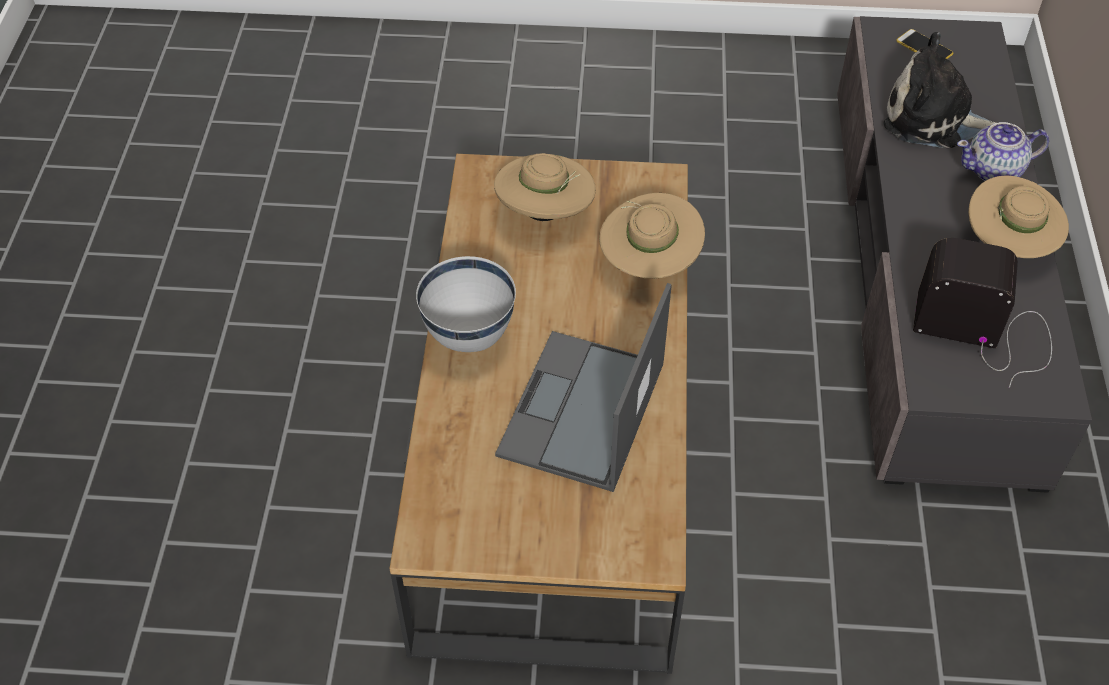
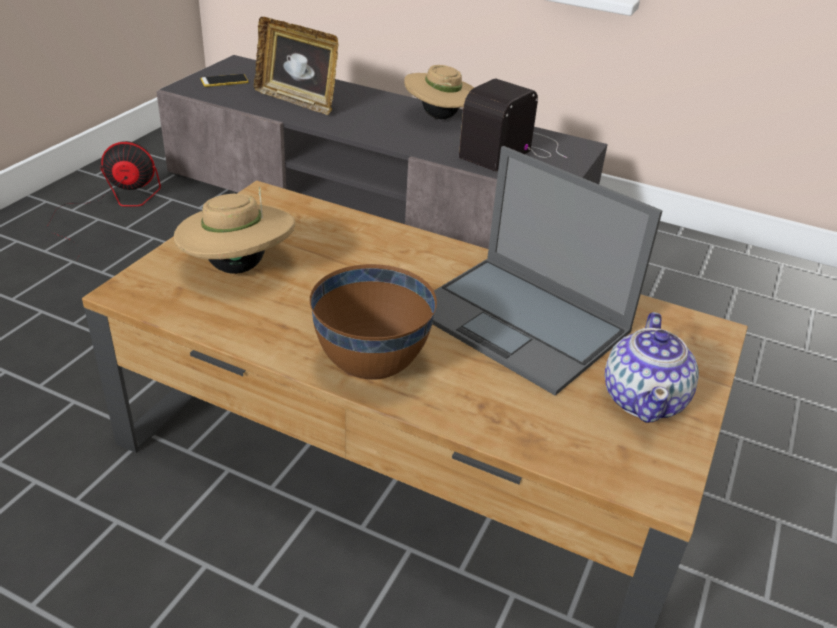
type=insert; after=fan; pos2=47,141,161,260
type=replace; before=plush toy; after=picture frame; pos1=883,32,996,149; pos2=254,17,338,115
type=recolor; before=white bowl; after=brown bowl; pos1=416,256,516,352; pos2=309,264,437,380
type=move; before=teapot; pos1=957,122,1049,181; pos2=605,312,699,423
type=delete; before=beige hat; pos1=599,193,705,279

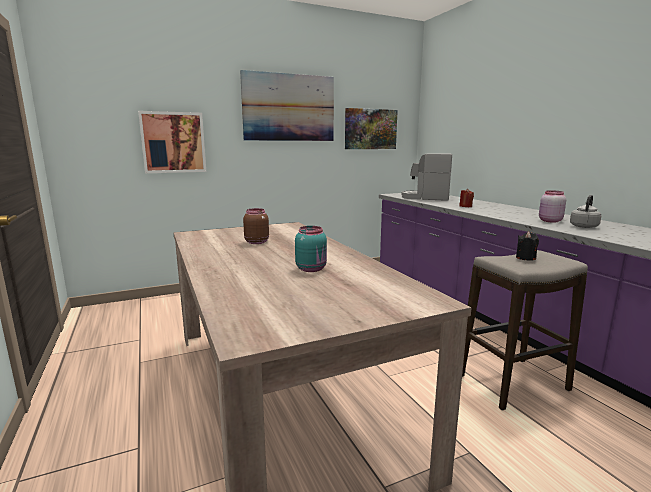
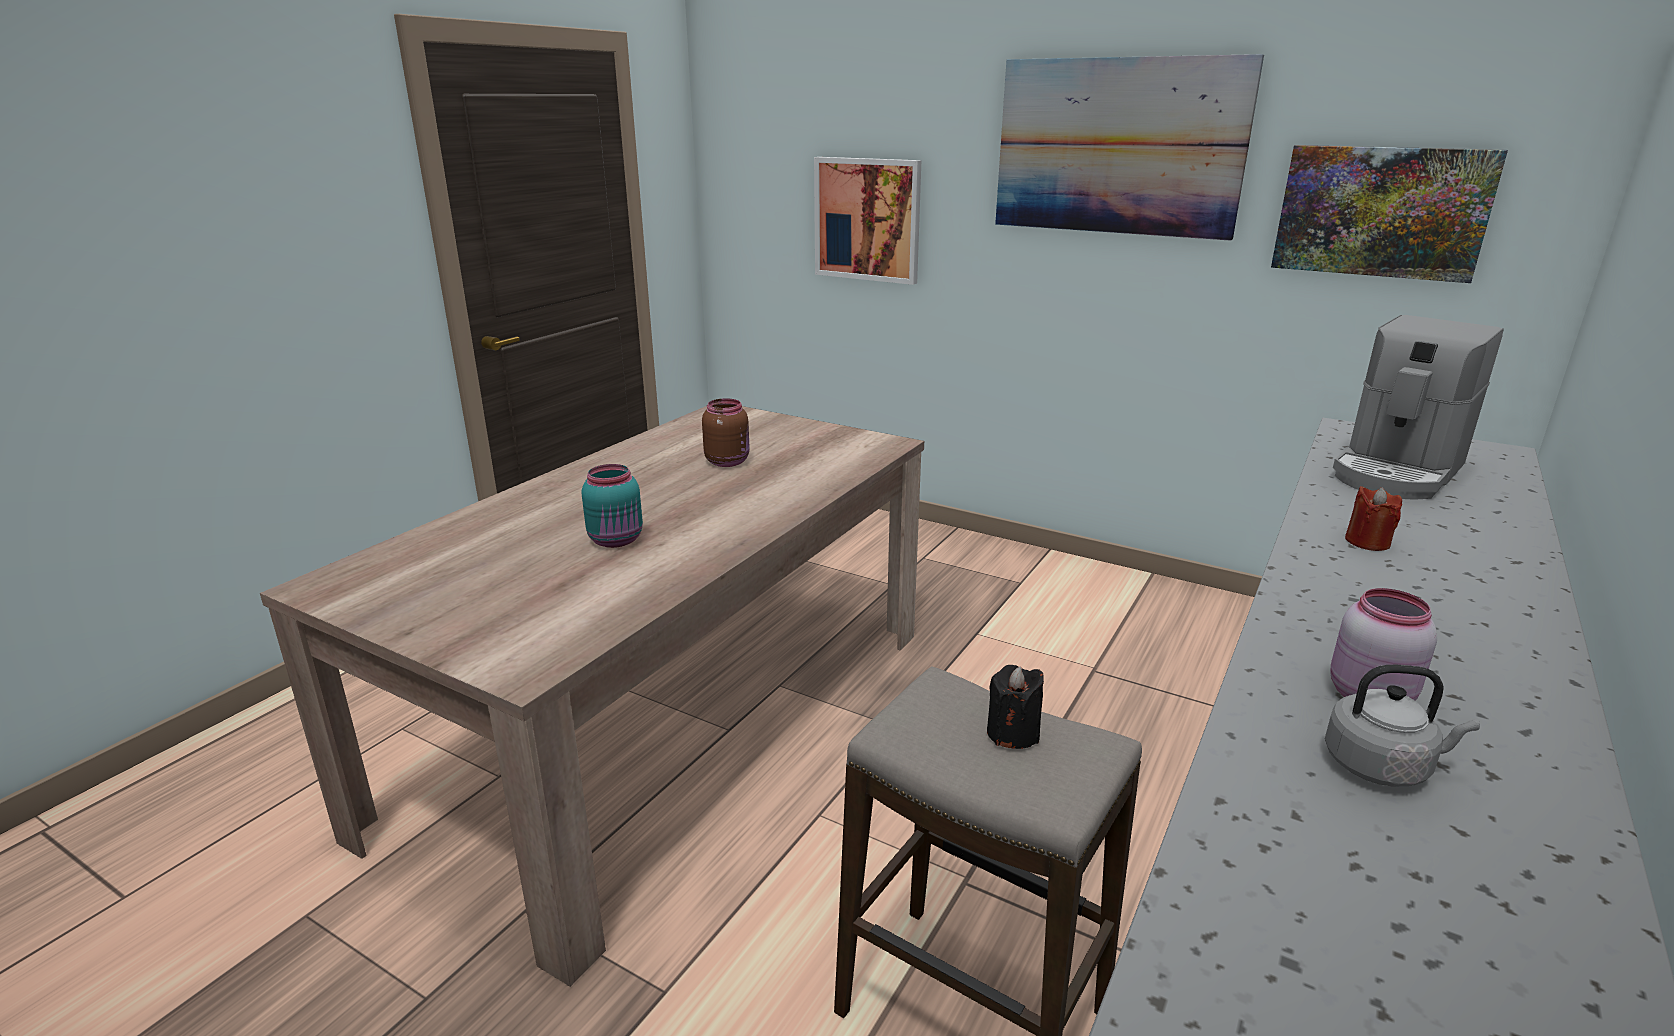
type=rotate; before=coffee machine; pos1=401,153,452,201; pos2=1333,315,1504,500; turn=-120

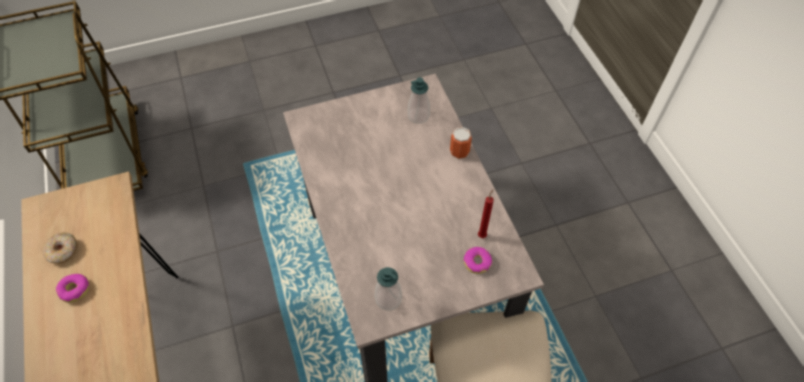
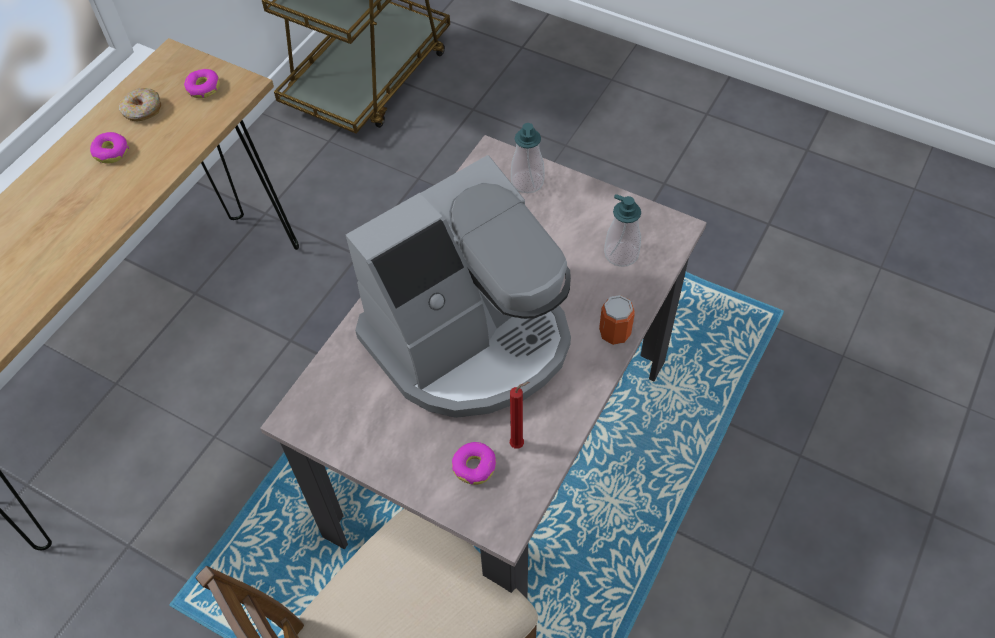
type=insert; after=donut; pos2=184,69,220,98
type=insert; after=coffee machine; pos2=346,155,571,418
type=move; before=soap dispenser; pos1=375,267,402,311; pos2=511,123,544,193

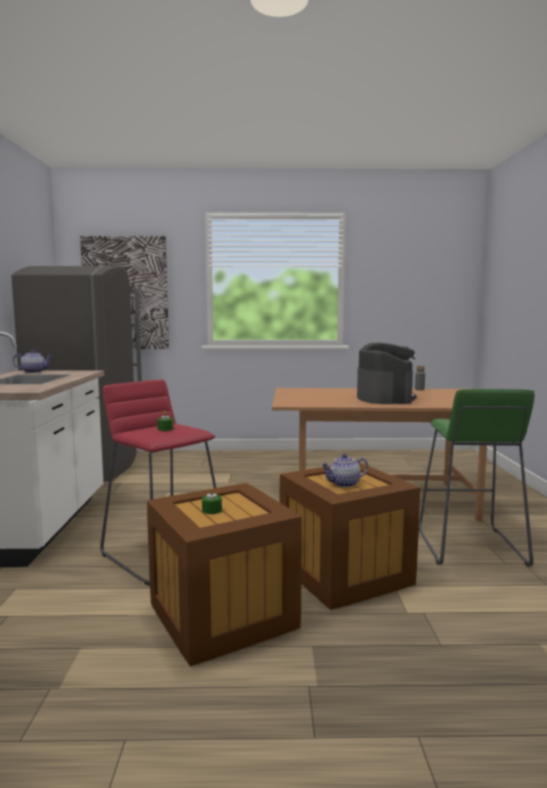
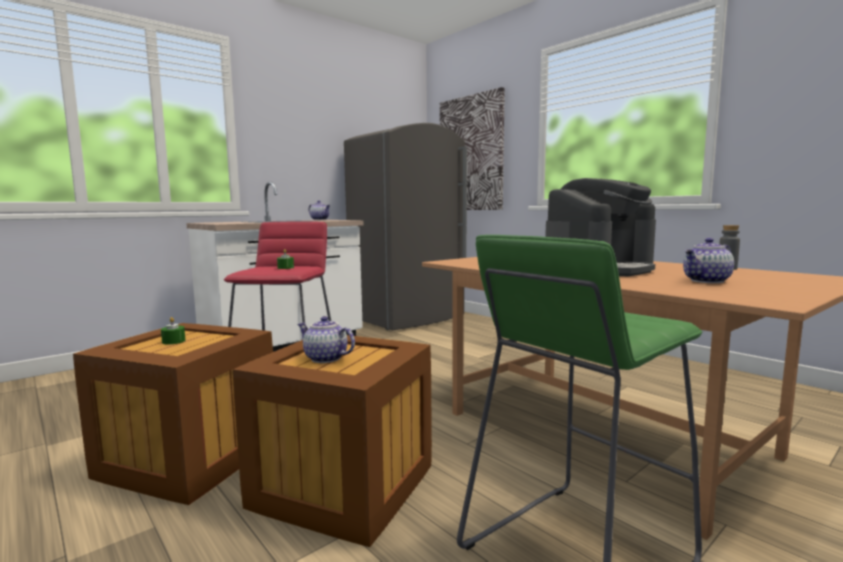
type=insert; after=teapot; pos2=683,238,734,283

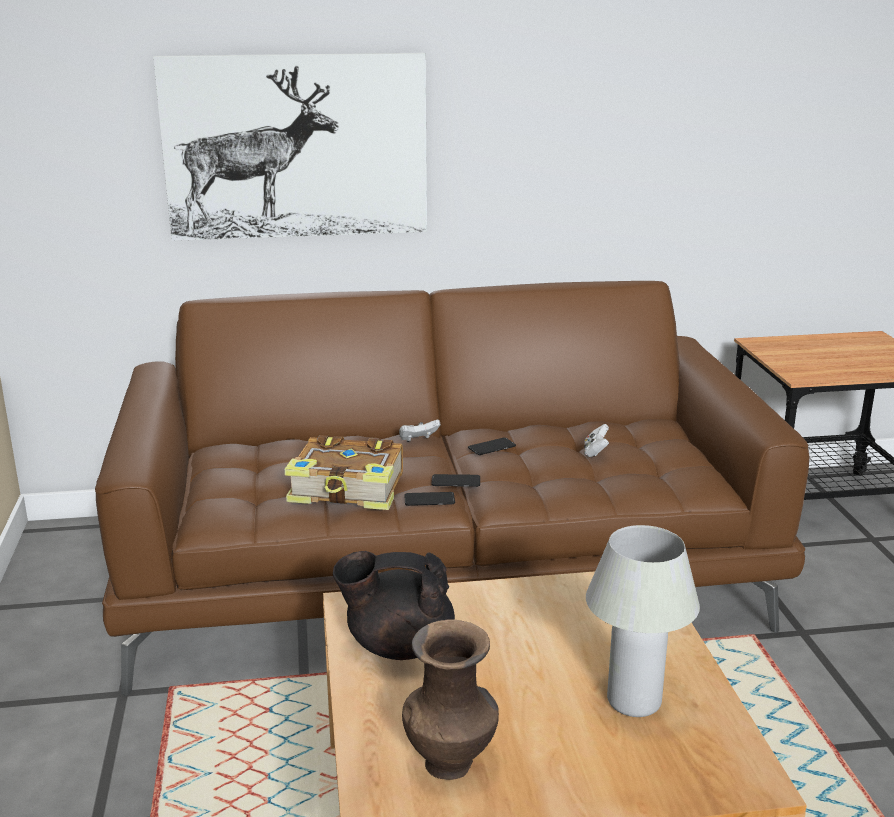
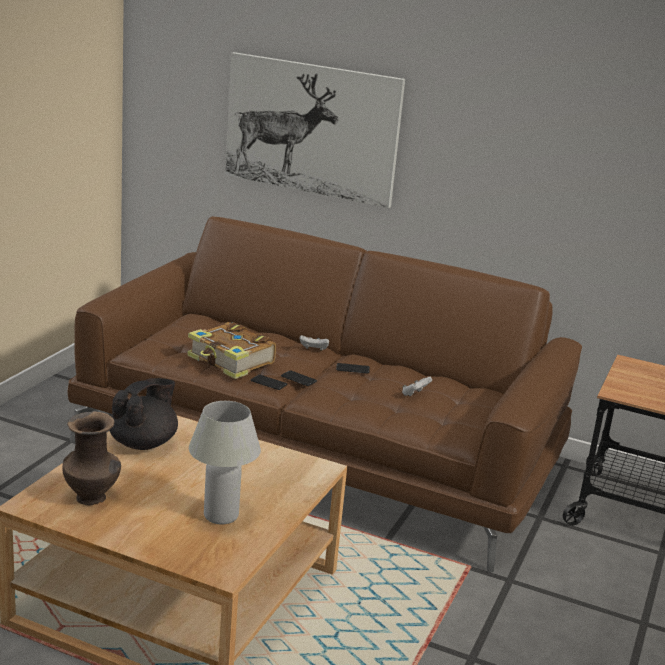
type=rotate; before=black teapot; pos1=333,551,455,660; pos2=109,378,178,450; turn=90

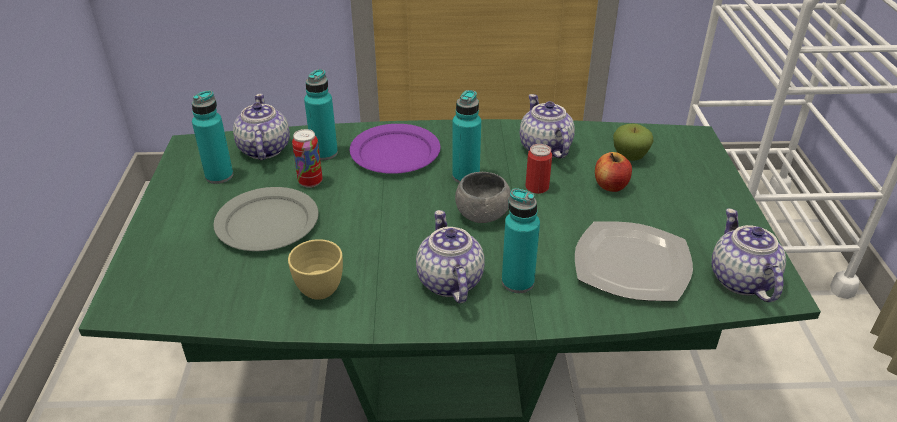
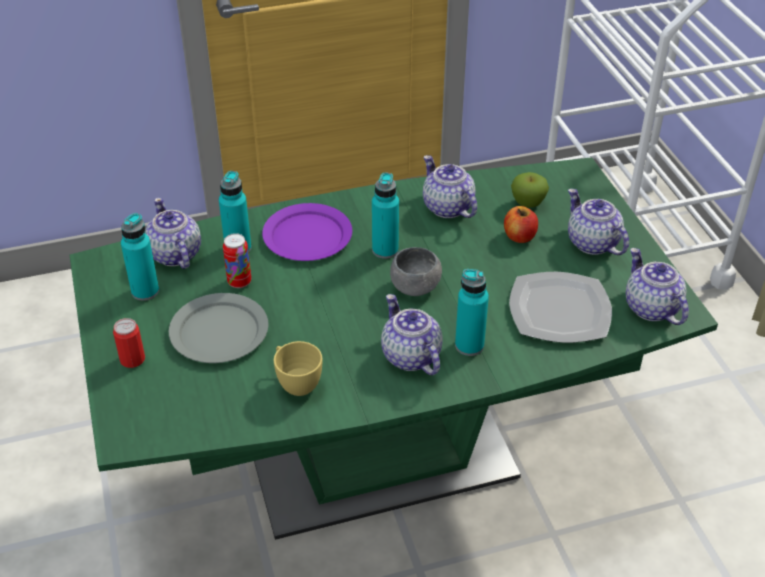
type=move; before=can; pos1=525,144,552,194; pos2=113,318,145,368
type=insert; after=teapot; pos2=568,189,629,255

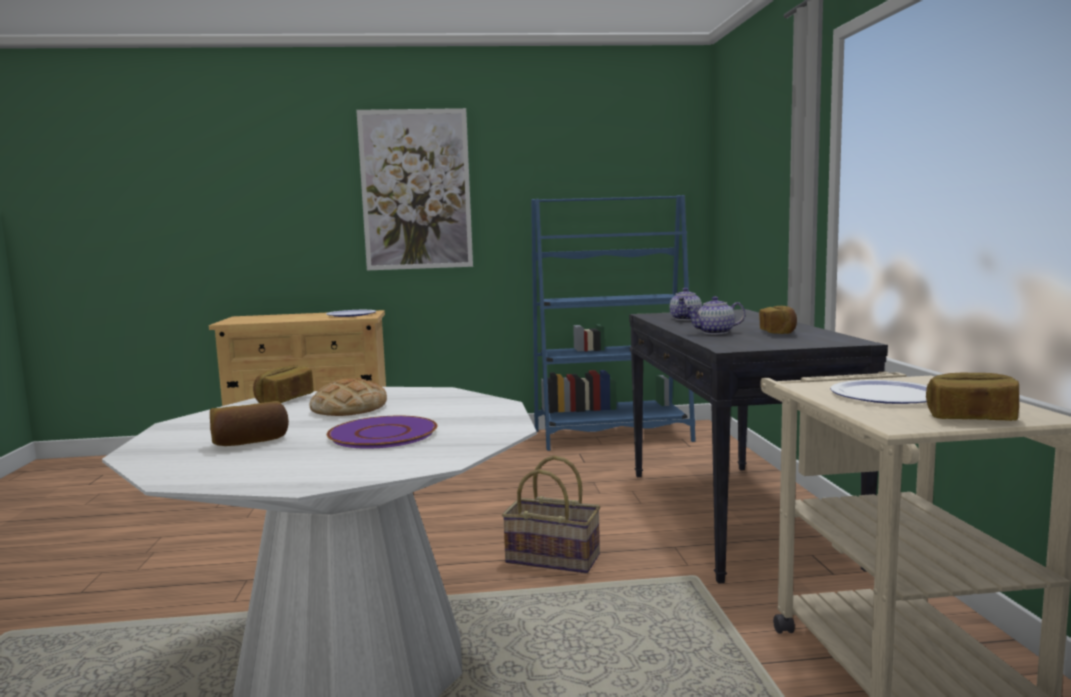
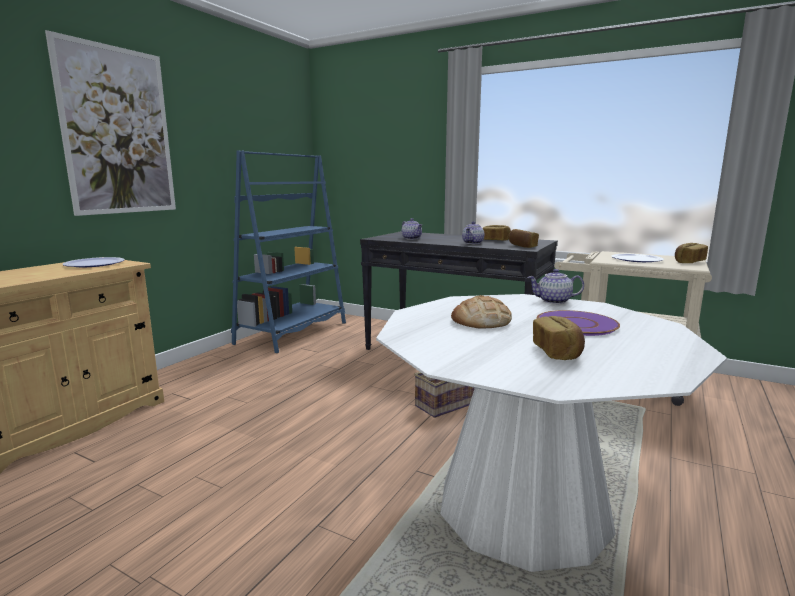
type=move; before=bread; pos1=253,366,314,403; pos2=509,229,539,248
type=insert; after=teapot; pos2=527,269,584,304

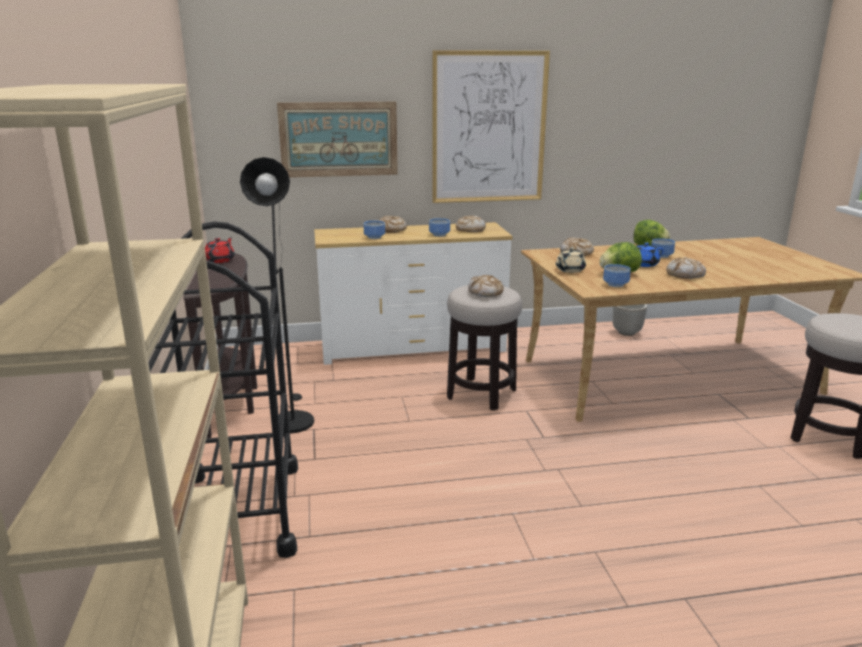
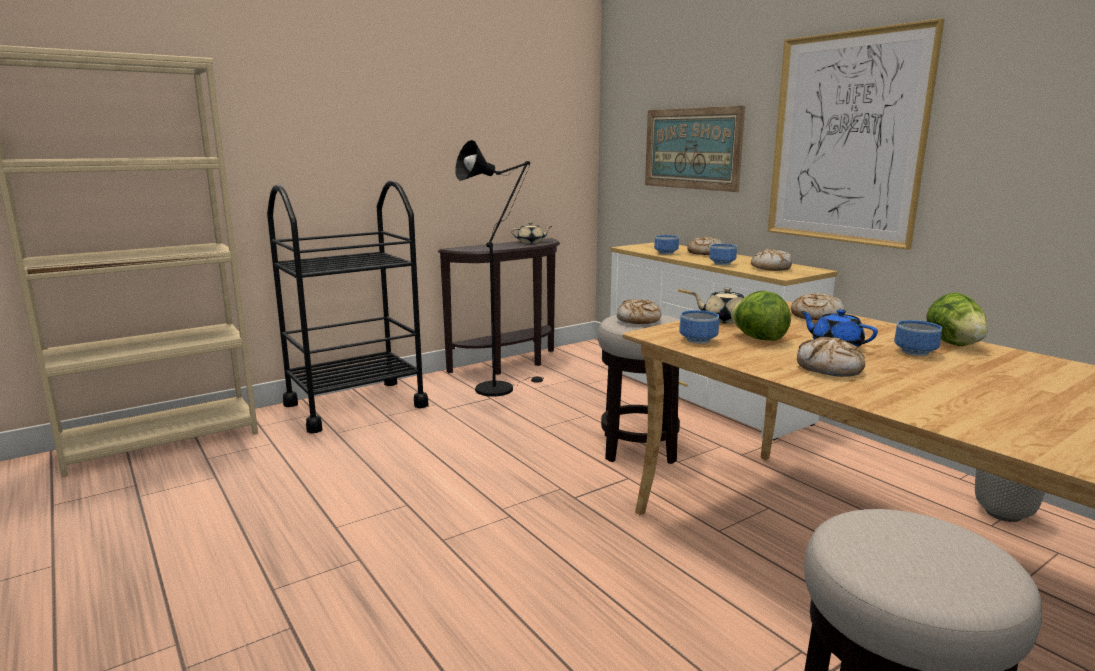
type=recolor; before=red teapot; after=beige teapot; pos1=205,237,235,263; pos2=511,222,552,243

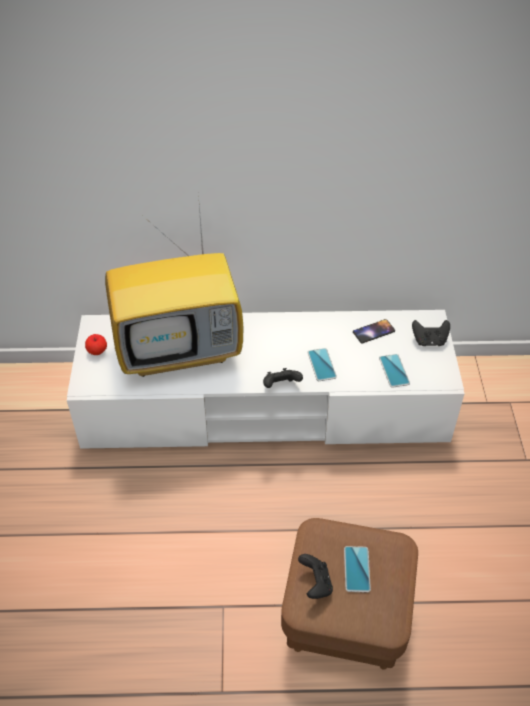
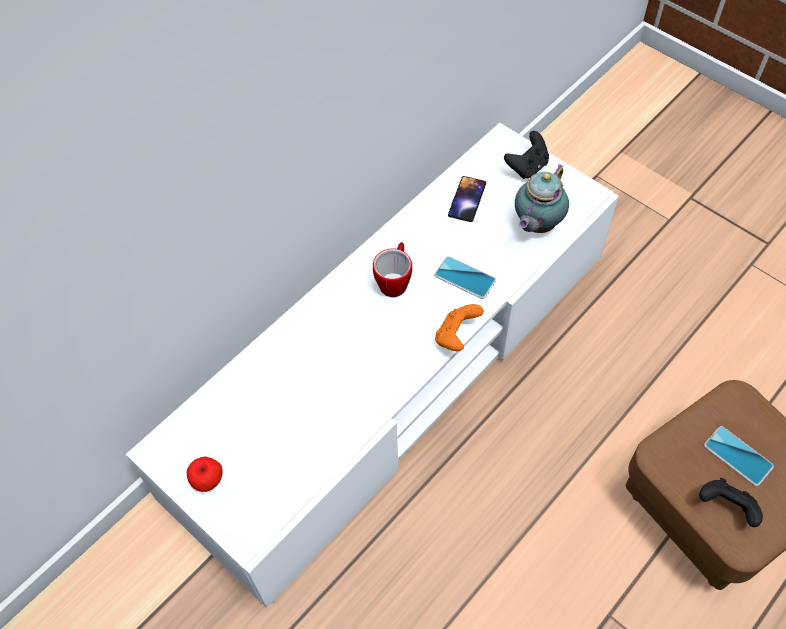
type=insert; after=mug; pos2=373,242,412,297
type=recolor; before=black game controller; after=orange game controller; pos1=263,368,303,388; pos2=435,304,484,351
type=replace; before=phone; after=teapot; pos1=379,354,410,388; pos2=515,164,569,233
type=delete; before=television; pos1=105,194,244,377

